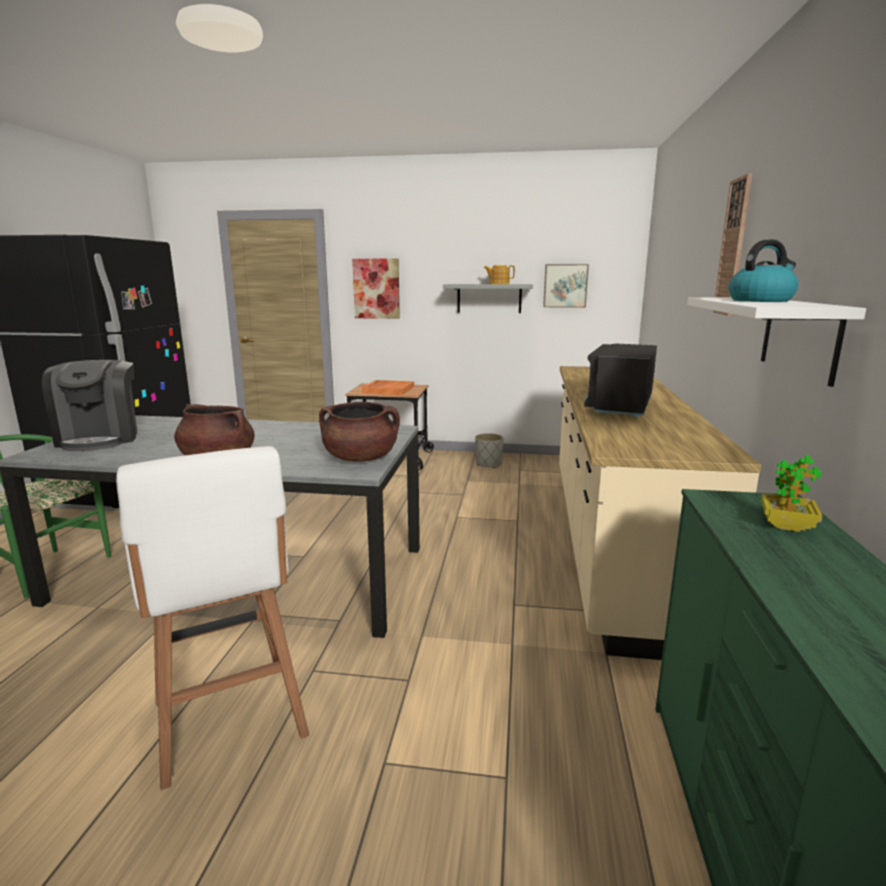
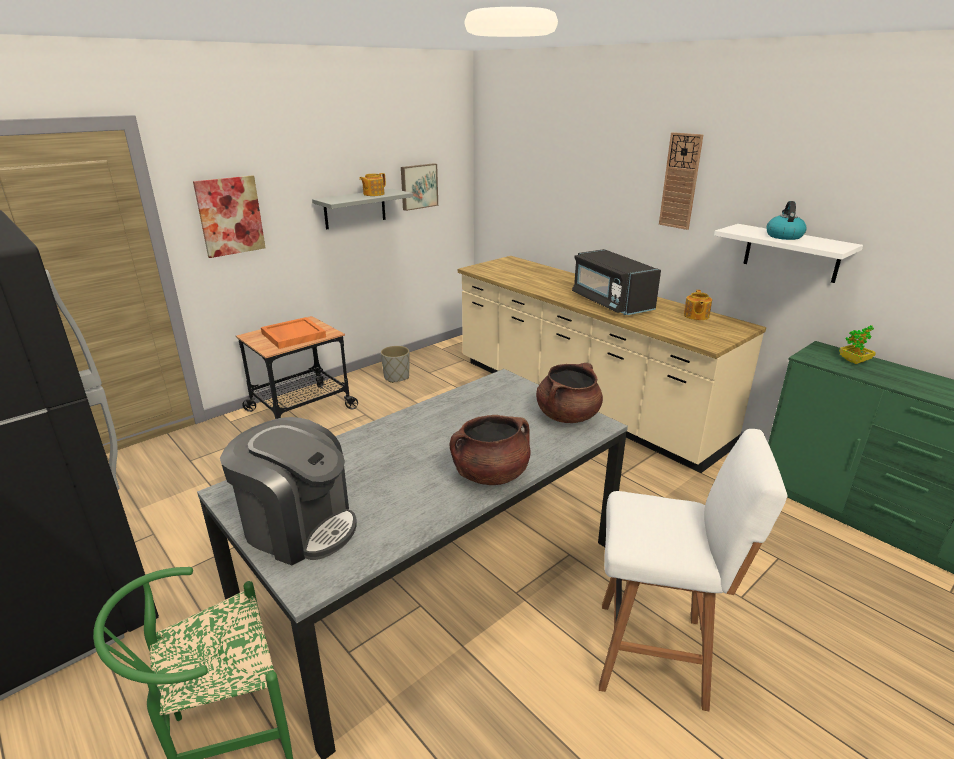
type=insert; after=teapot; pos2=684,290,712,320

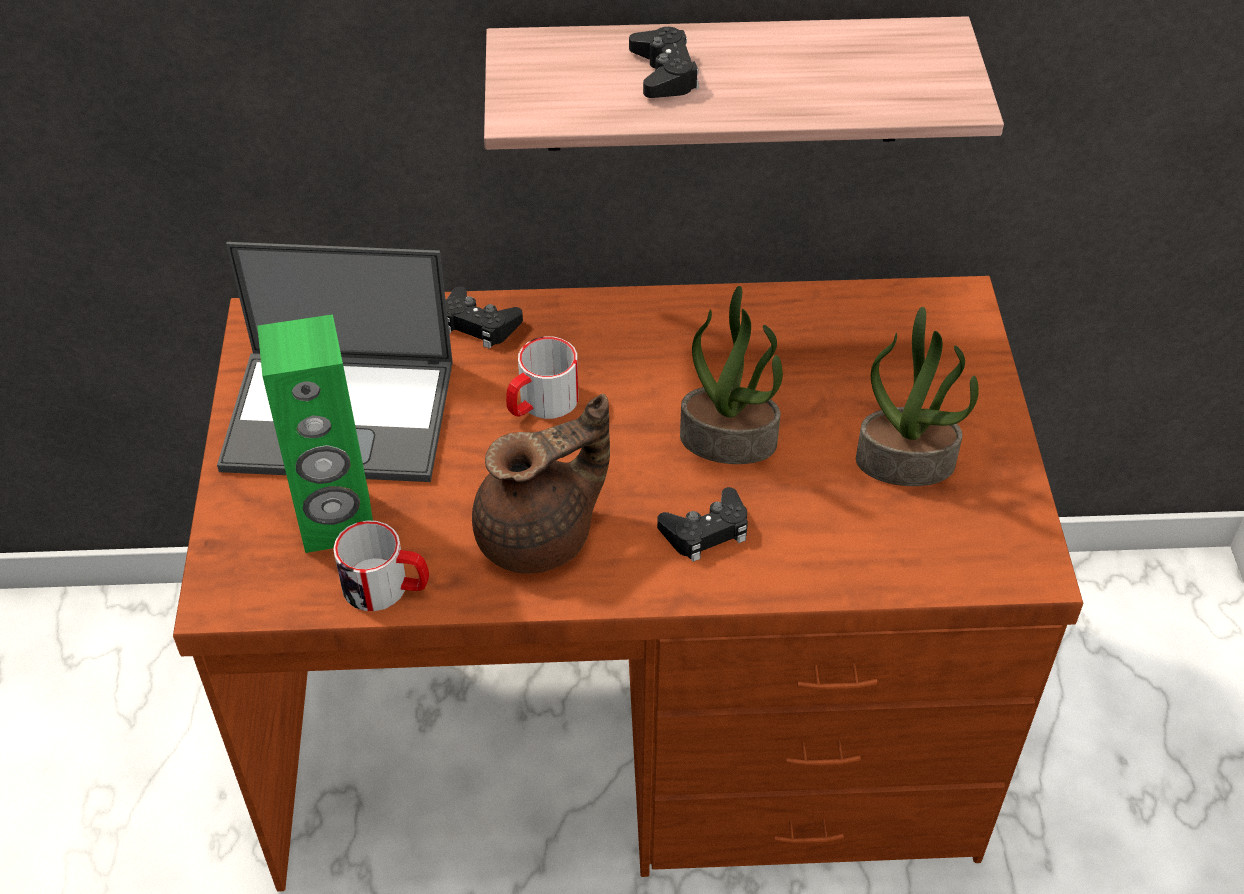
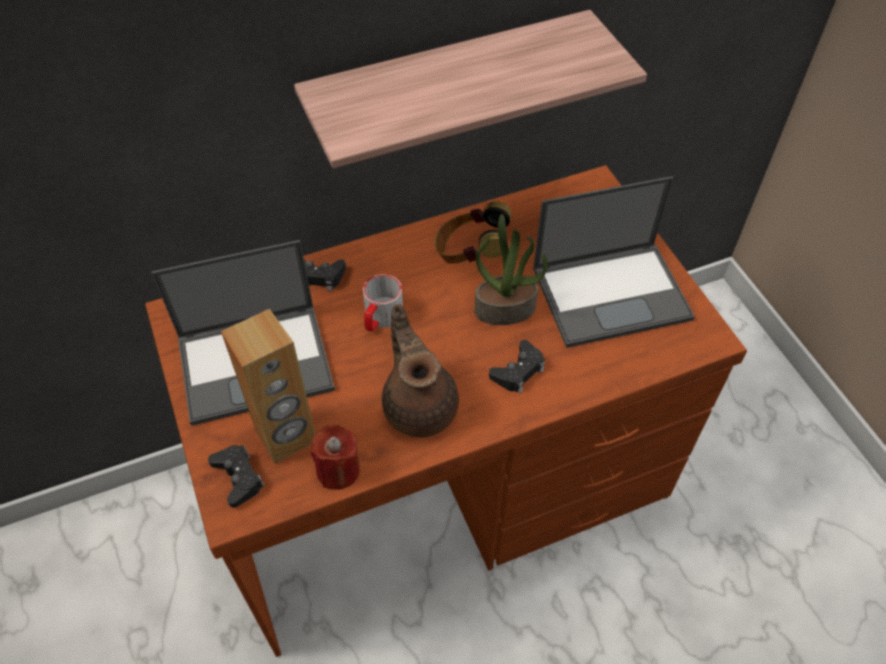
type=move; before=black game controller; pos1=629,27,699,98; pos2=208,445,265,508
type=recolor; before=green speaker; after=brown speaker; pos1=257,314,373,553; pos2=221,309,316,463
type=replace; before=mug; after=red candle; pos1=333,520,429,611; pos2=310,424,360,490
type=rotate; before=brown teapot; pos1=472,393,610,574; pos2=382,304,459,437; turn=-60
type=insert; after=headphones; pos2=434,201,512,264
type=replace; before=potted plant; after=laptop; pos1=856,307,979,486; pos2=533,176,695,348

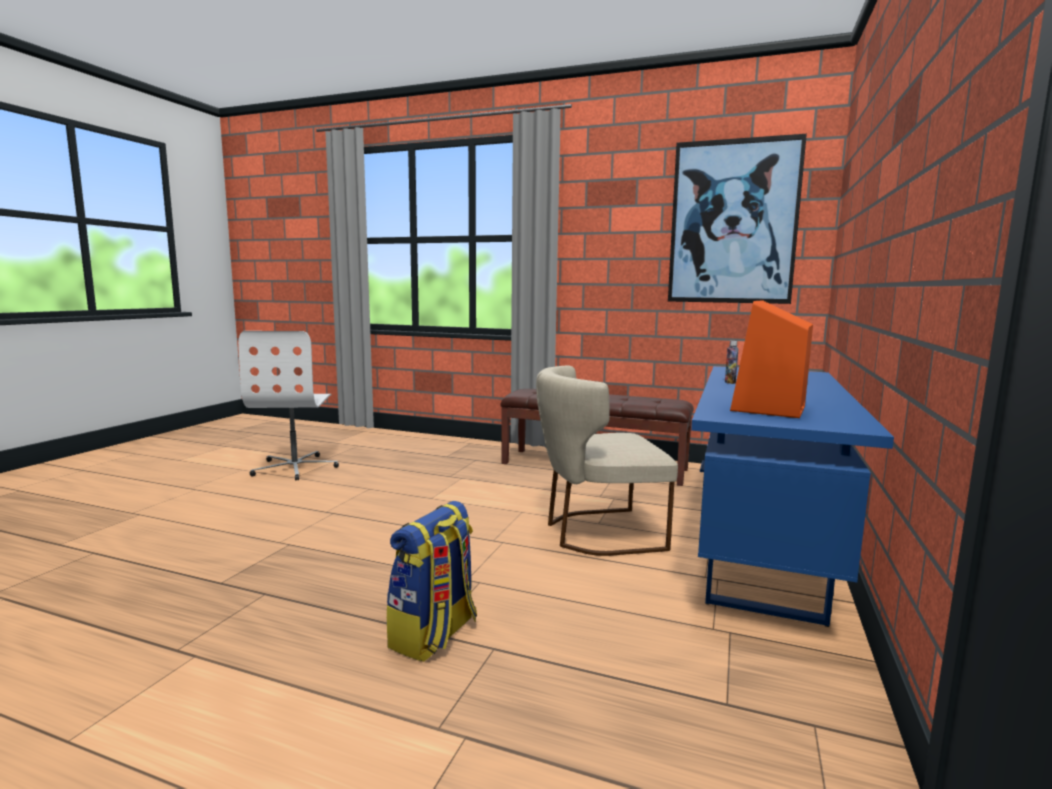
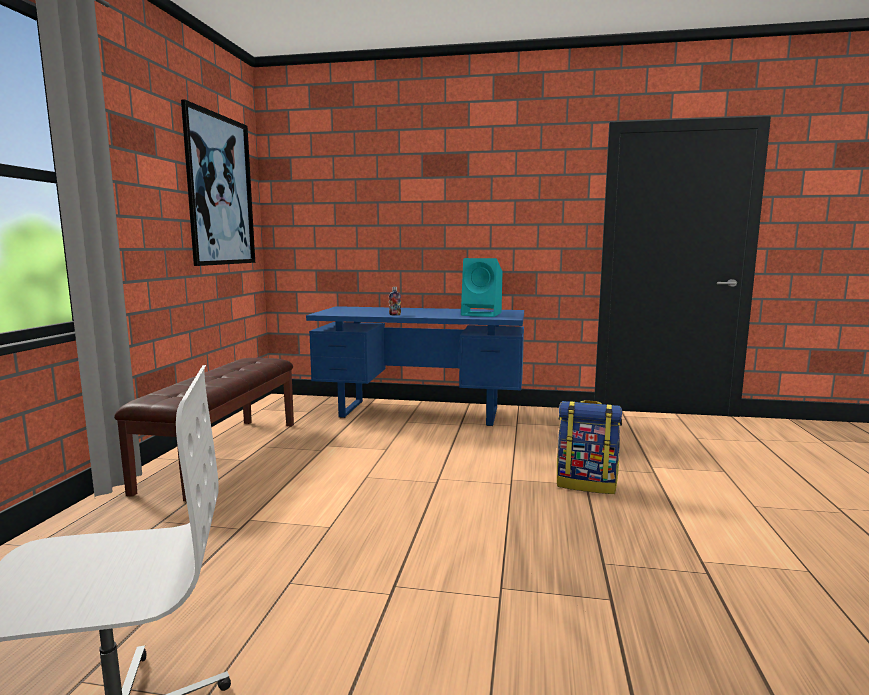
type=recolor; before=orange speaker; after=turquoise speaker; pos1=730,300,813,418; pos2=461,258,502,317
type=delete; before=beige chair; pos1=536,366,678,556

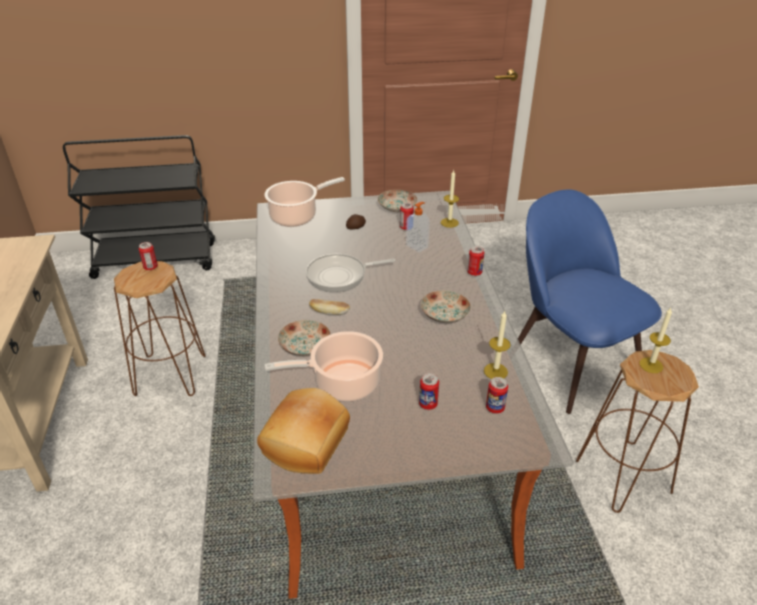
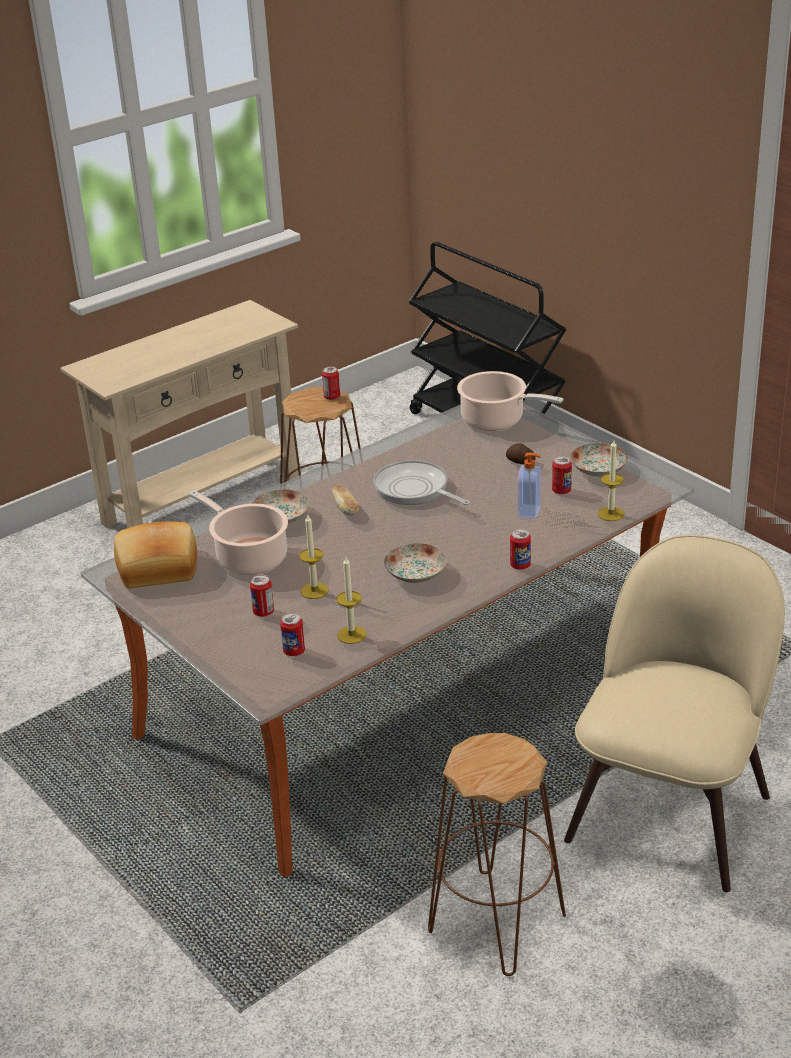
type=move; before=candle; pos1=639,308,672,373; pos2=299,515,329,599
type=recolor; before=blue chair; after=beige chair; pos1=518,189,662,414; pos2=564,535,785,892

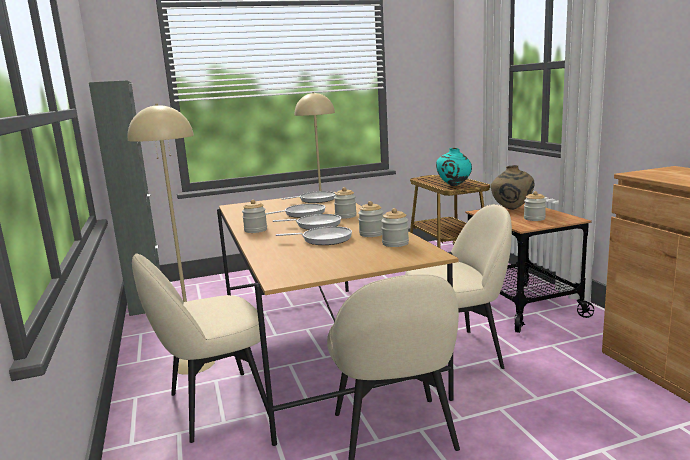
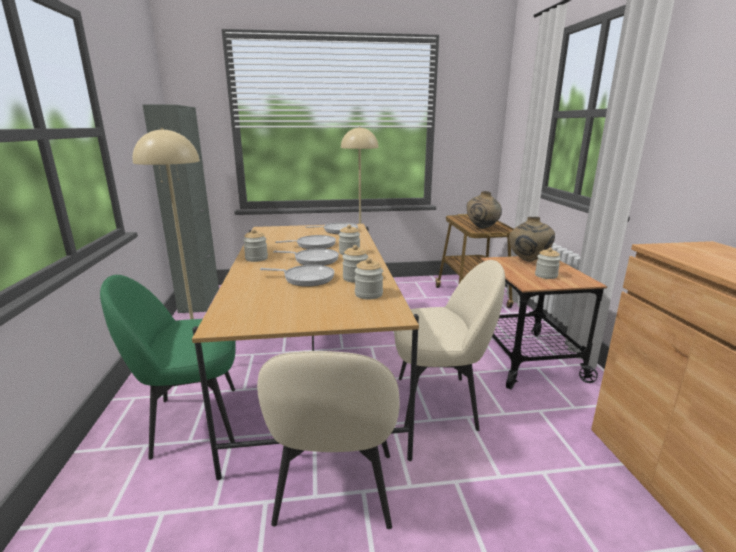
type=recolor; before=beige chair; after=green chair; pos1=132,254,269,443; pos2=100,275,236,460
type=recolor; before=turquoise vase; after=beige vase; pos1=436,148,472,186; pos2=466,191,502,229

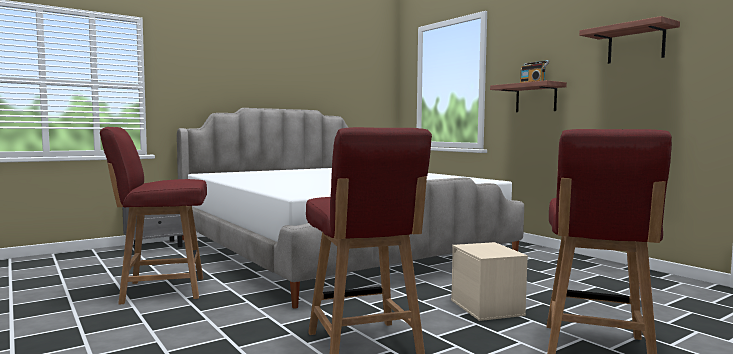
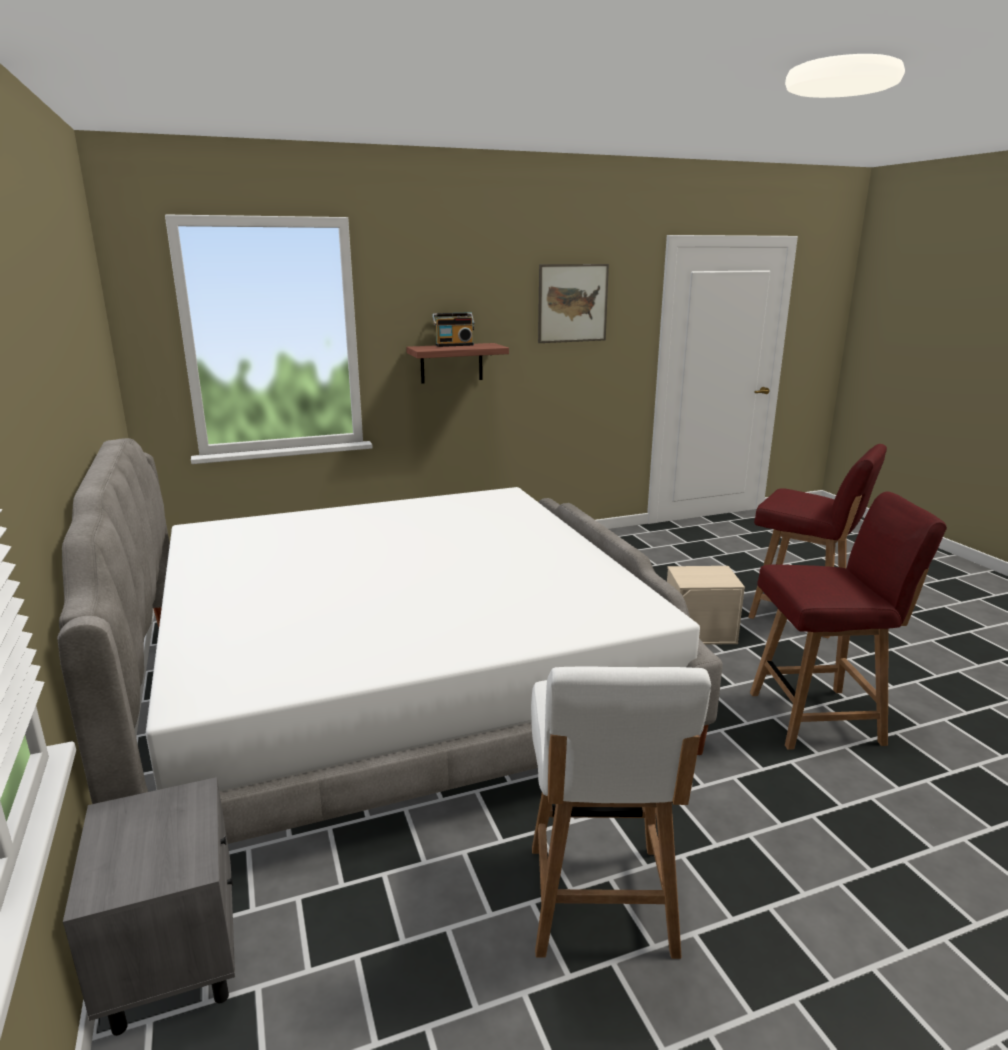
type=recolor; before=red chair; after=white chair; pos1=100,127,207,304; pos2=531,667,711,959
type=replace; before=shelf; after=picture; pos1=579,16,680,64; pos2=538,264,609,343

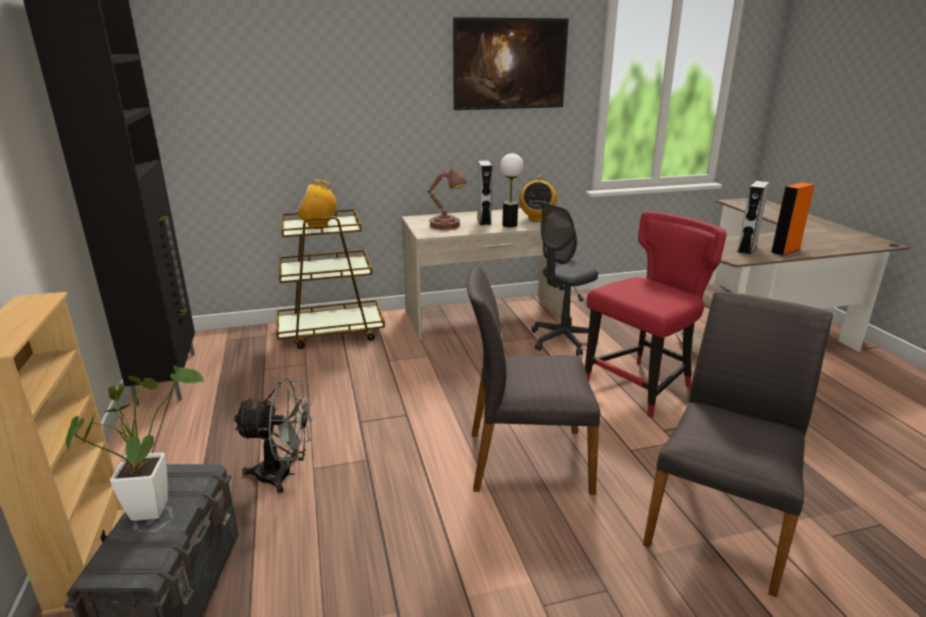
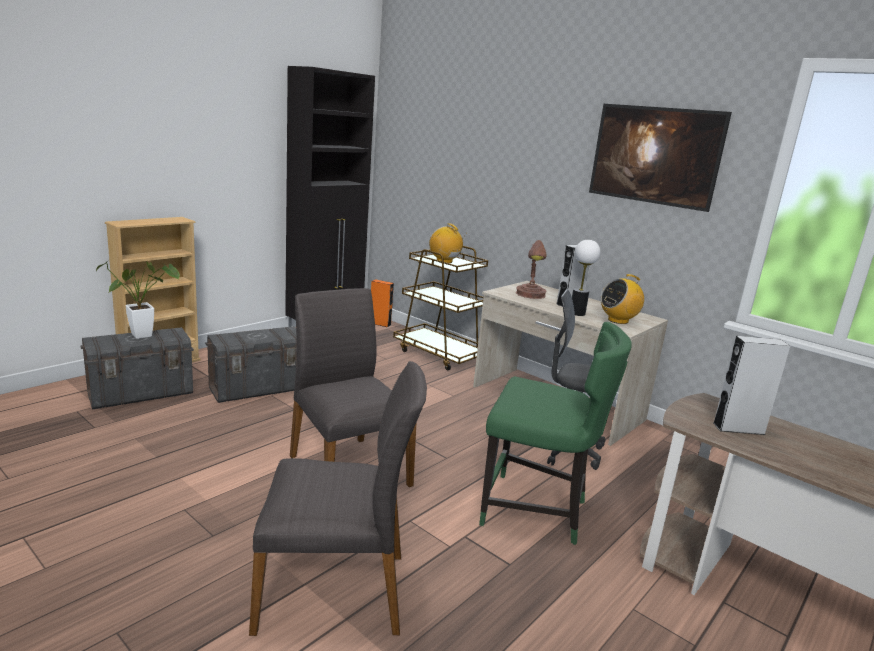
type=replace; before=grey fan; after=grey storage box; pos1=233,378,314,493; pos2=205,326,297,403
type=move; before=orange speaker; pos1=771,182,815,256; pos2=371,279,394,327
type=recolor; before=red chair; after=green chair; pos1=585,212,726,418; pos2=479,322,632,545

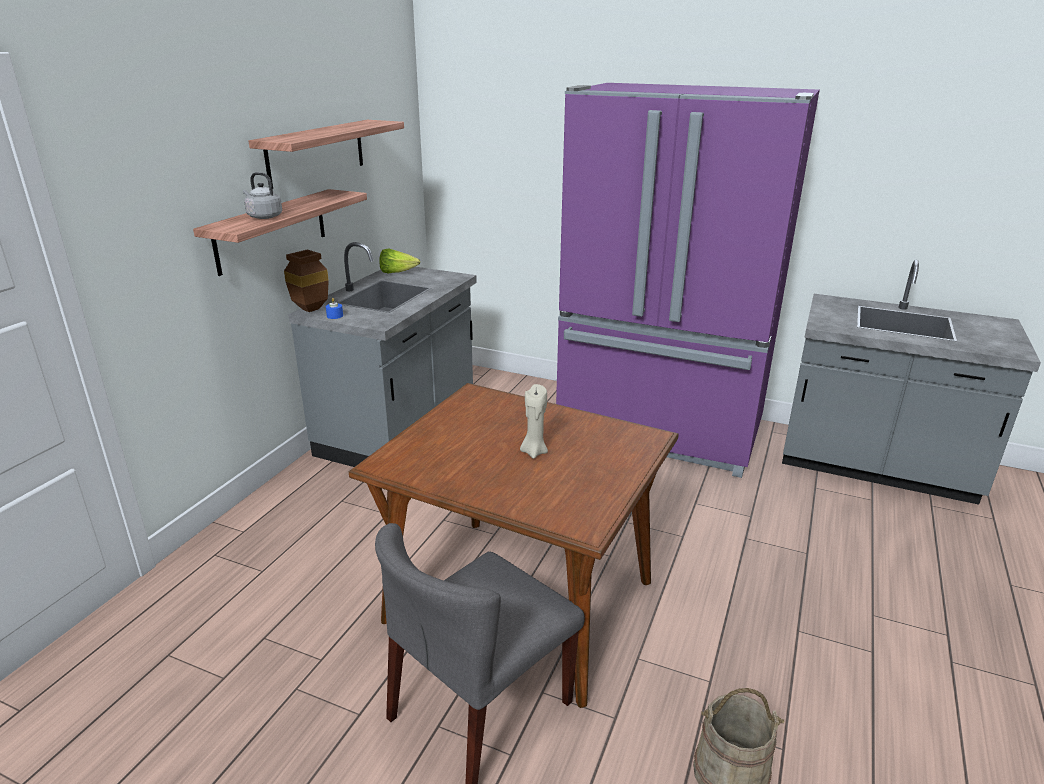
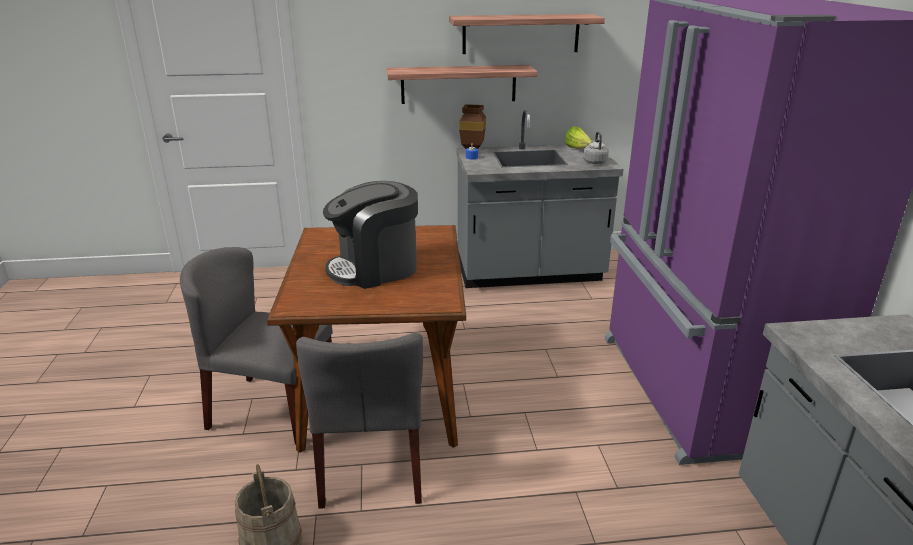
type=insert; after=grey chair; pos2=296,333,423,509
type=replace; before=beige candle; after=coffee machine; pos1=520,384,548,459; pos2=323,181,418,289
type=move; before=grey kettle; pos1=243,172,282,219; pos2=583,132,609,164

